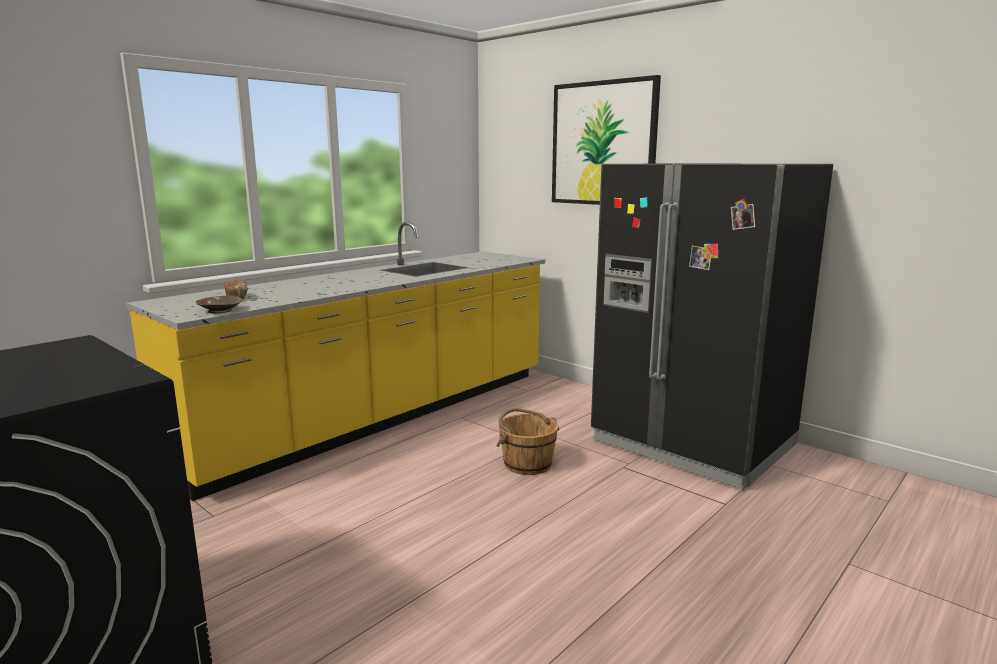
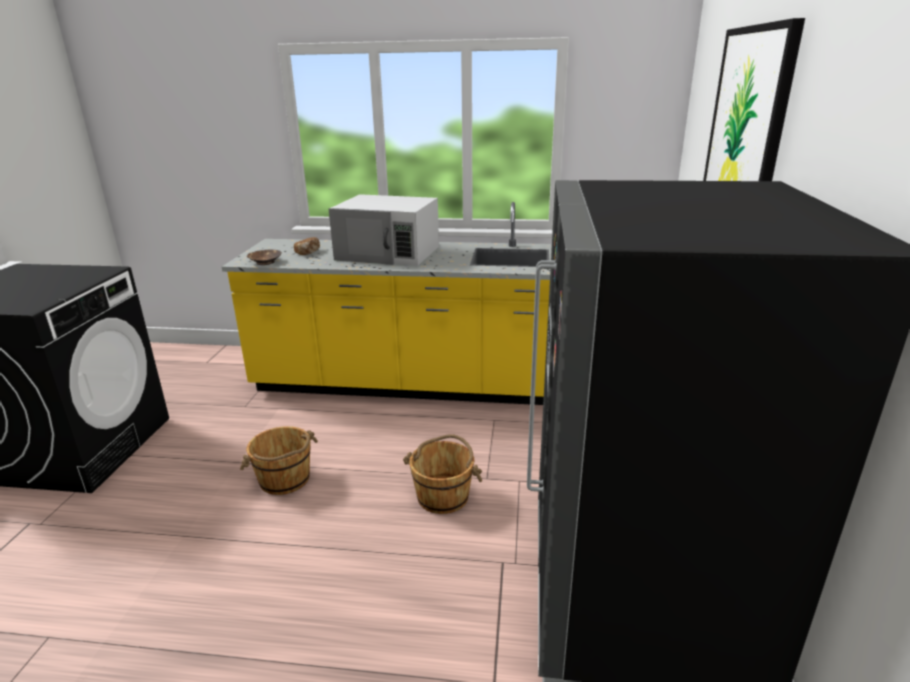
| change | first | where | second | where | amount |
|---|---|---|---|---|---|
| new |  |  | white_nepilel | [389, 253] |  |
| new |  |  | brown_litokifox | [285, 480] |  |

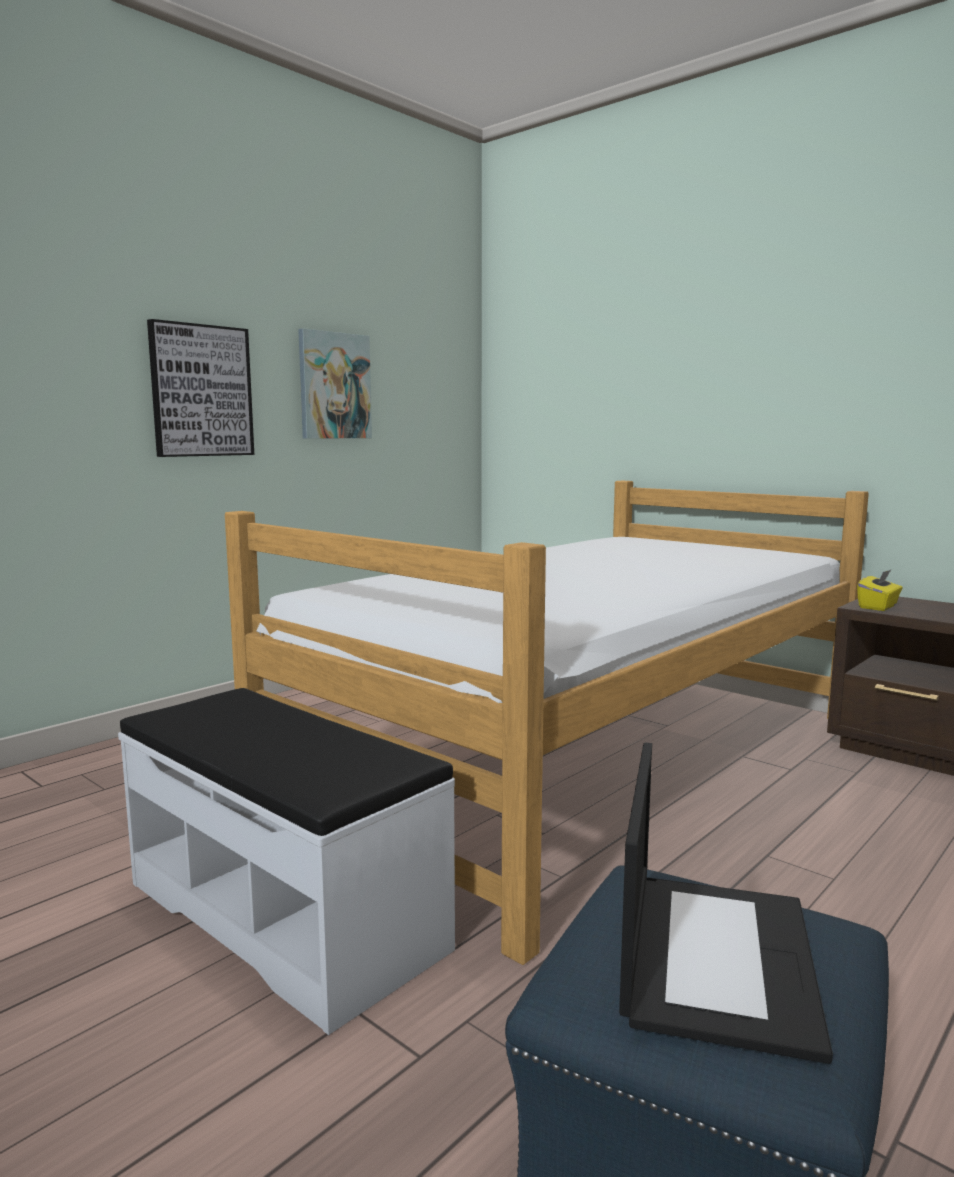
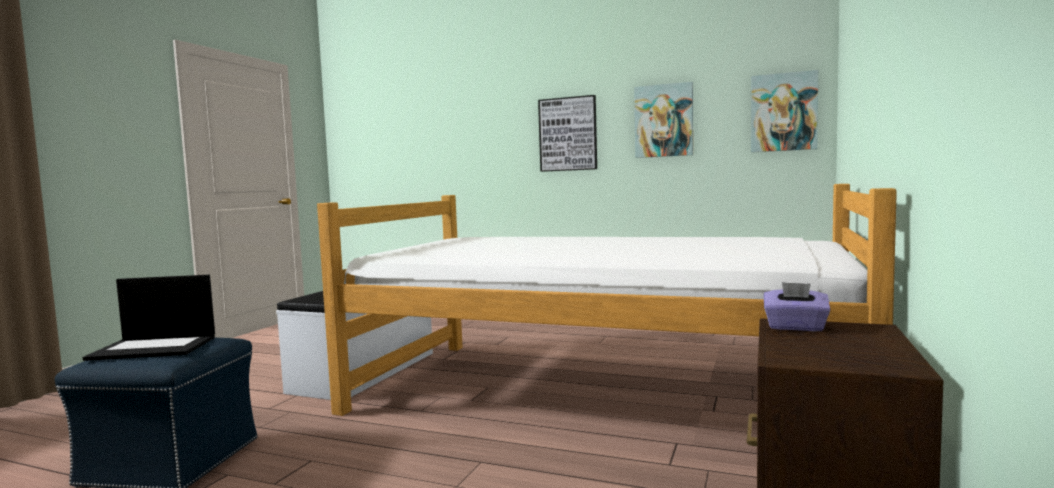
| change | first | where | second | where | amount |
|---|---|---|---|---|---|
| repainted | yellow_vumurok | [878, 607] | purple_vumurok | [795, 327] |  |
| new |  |  | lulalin | [783, 112] |  |

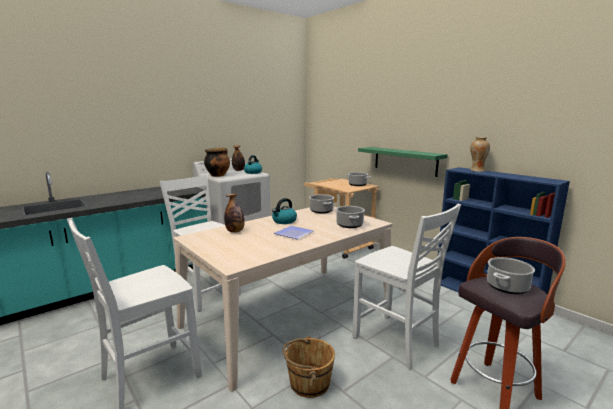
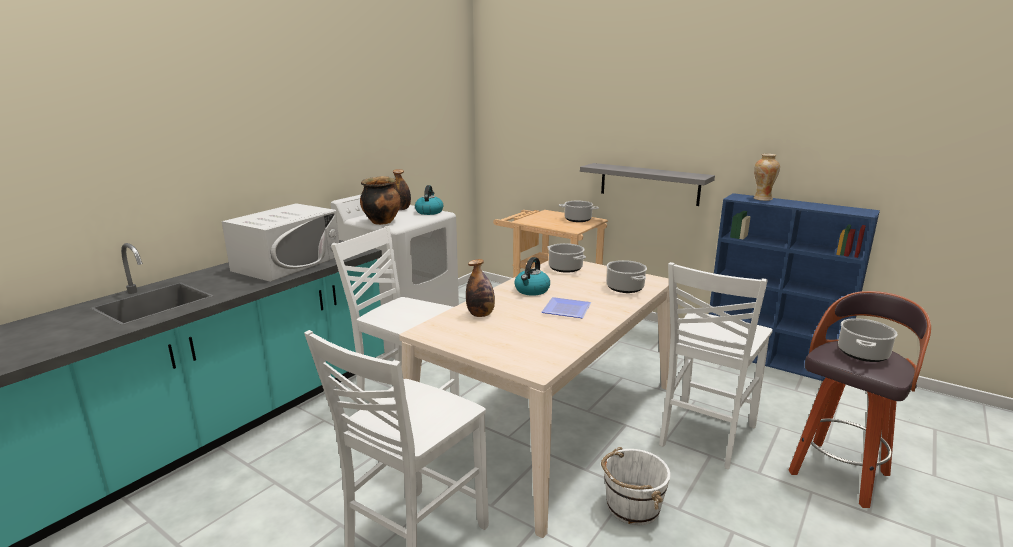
| change | first | where | second | where | amount |
|---|---|---|---|---|---|
| repainted | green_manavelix | [405, 161] | grey_manavelix | [649, 184] |  |
| rotated | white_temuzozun | [397, 342] |  | [704, 436] | 90 degrees clockwise |
| repainted | brown_litokifox | [308, 382] | white_litokifox | [631, 506] |  |
| new |  |  | white_nepilel | [287, 263] |  |

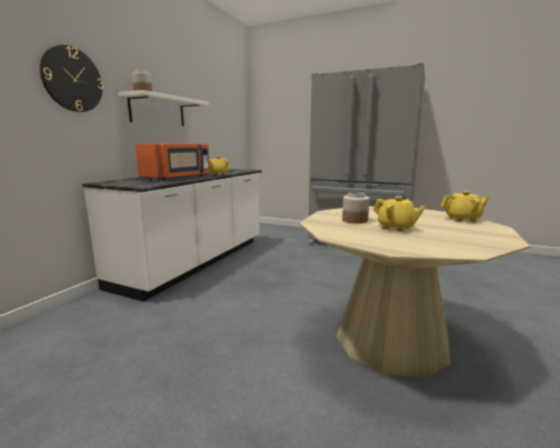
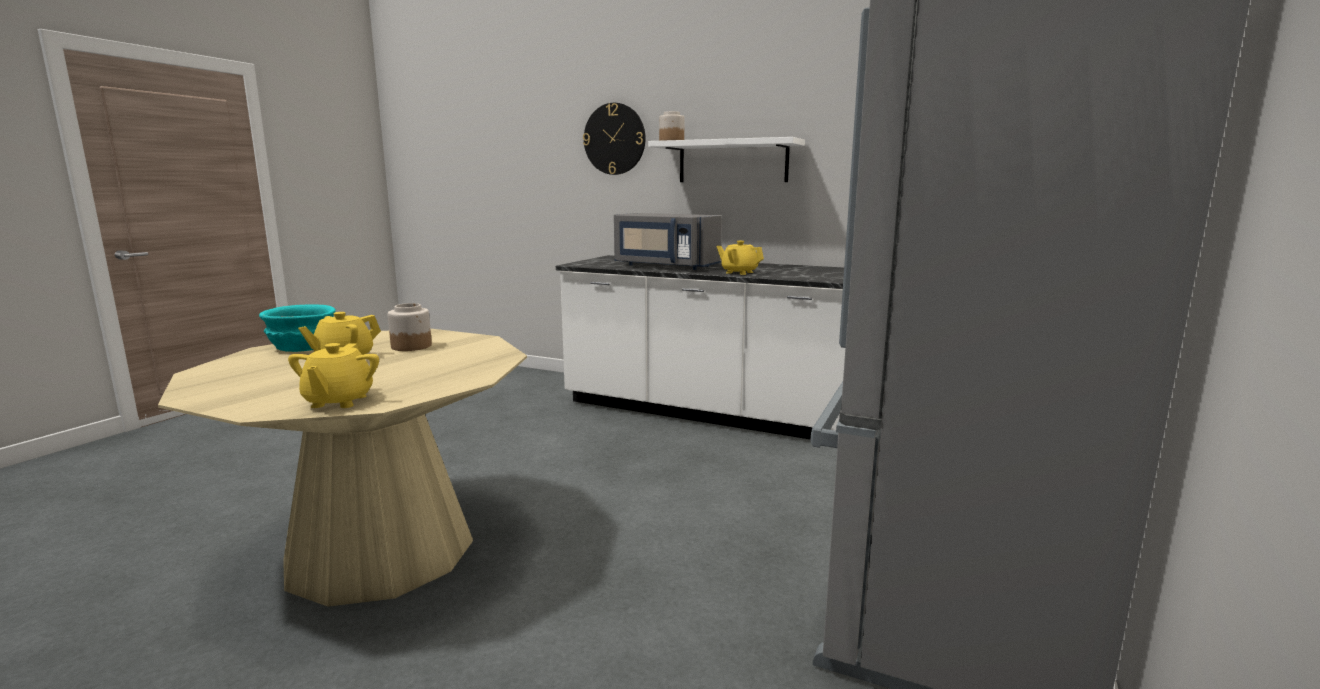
| change | first | where | second | where | amount |
|---|---|---|---|---|---|
| repainted | orange_nepilel | [178, 178] | grey_nepilel | [665, 266] |  |
| new |  |  | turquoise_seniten | [303, 346] |  |

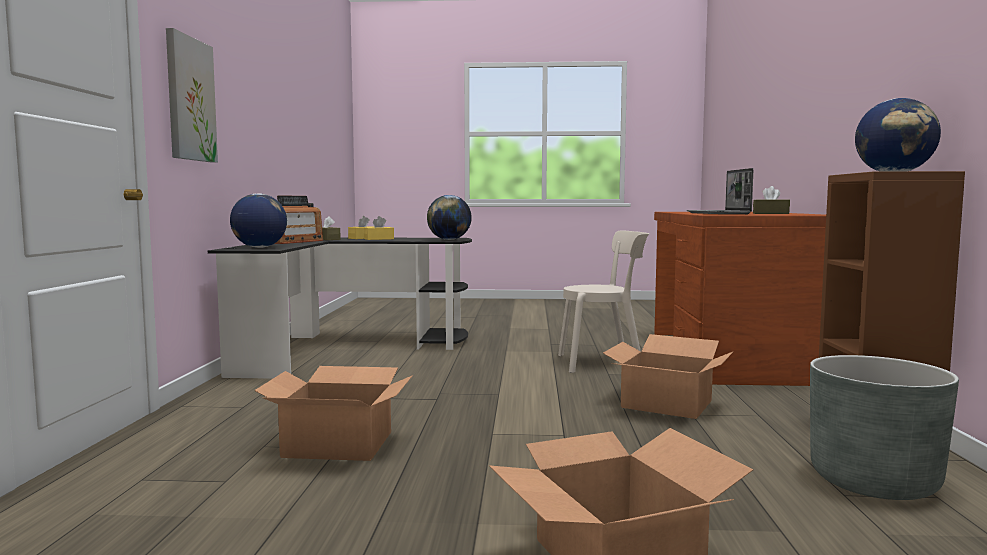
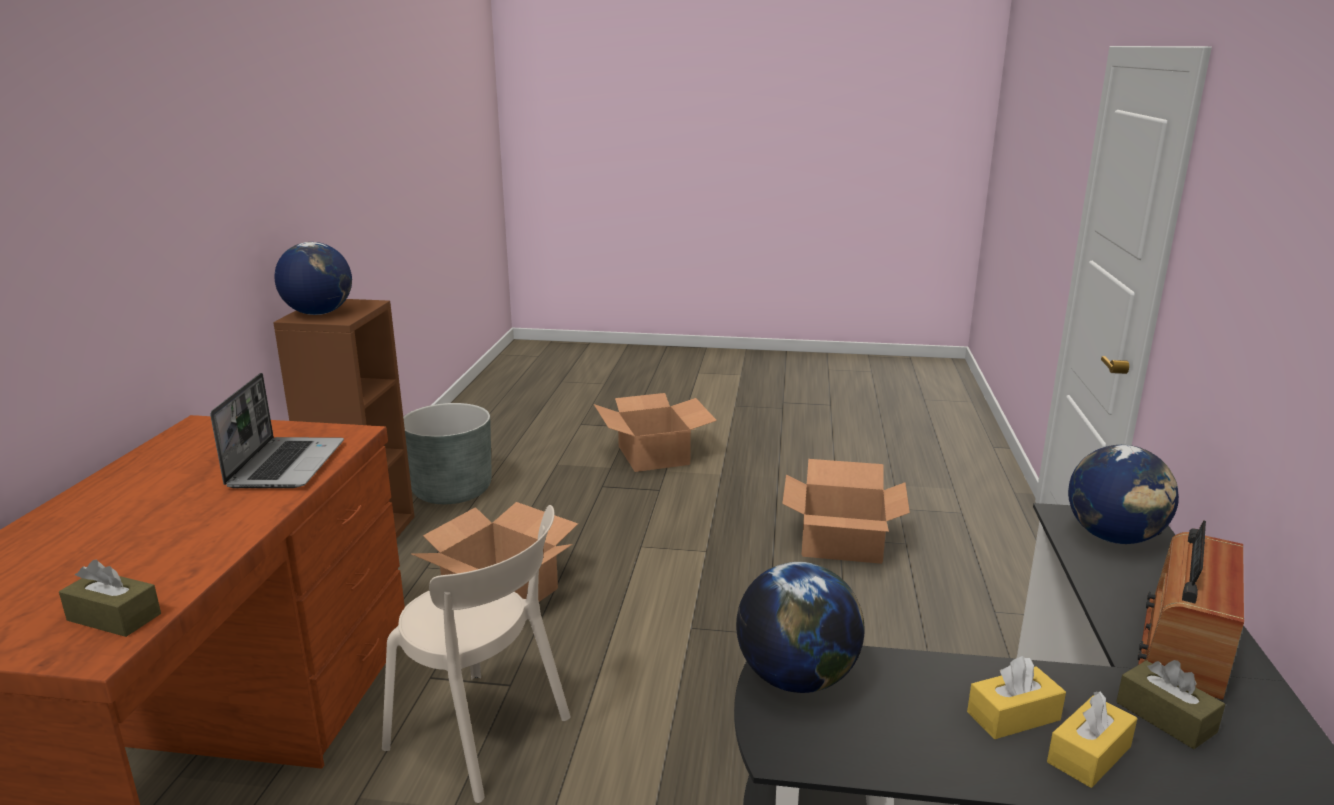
| change | first | where | second | where | amount |
|---|---|---|---|---|---|
| gone | lulalin | [190, 99] |  |  |  |
| shifted | brown_vumurok | [770, 213] |  | [114, 617] |  |
| rotated | beige_temuzozun | [604, 363] |  | [484, 736] | 150 degrees counterclockwise |

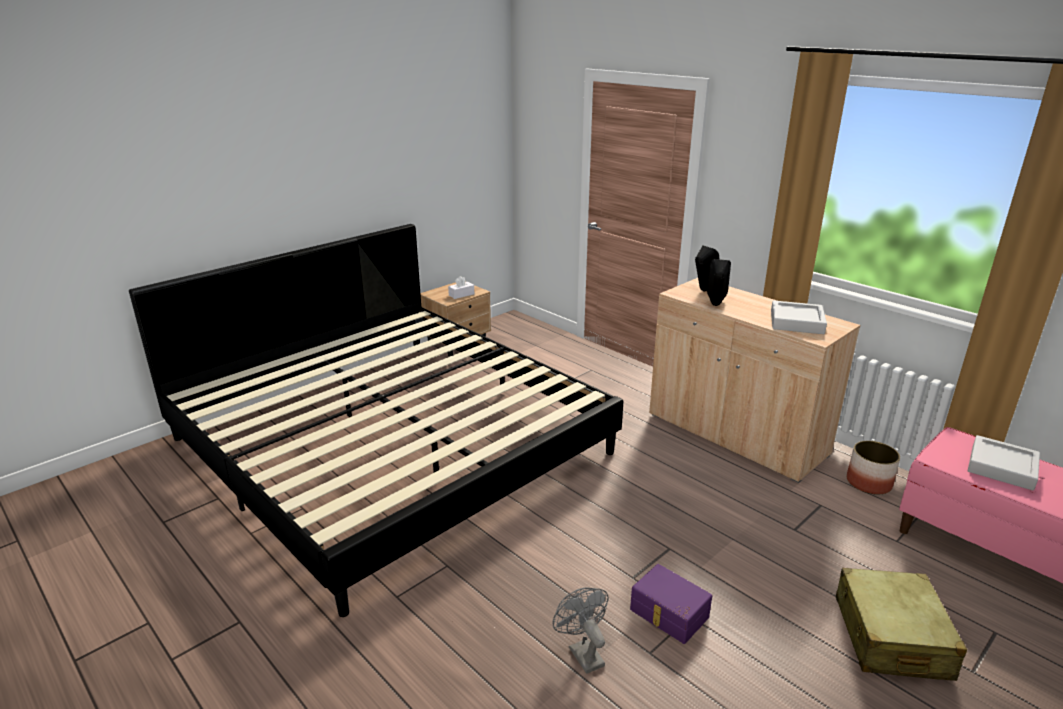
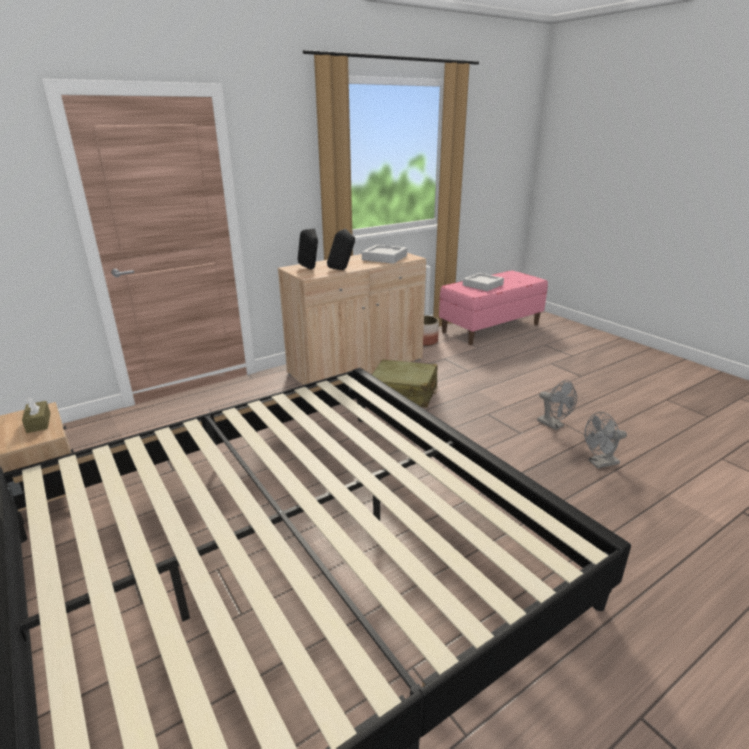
| change | first | where | second | where | amount |
|---|---|---|---|---|---|
| repainted | white_vumurok | [461, 294] | brown_vumurok | [38, 422] |  |
| swapped | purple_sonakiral | [668, 614] | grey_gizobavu | [554, 425] |  |
| shifted | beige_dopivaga | [890, 637] |  | [403, 394] |  |

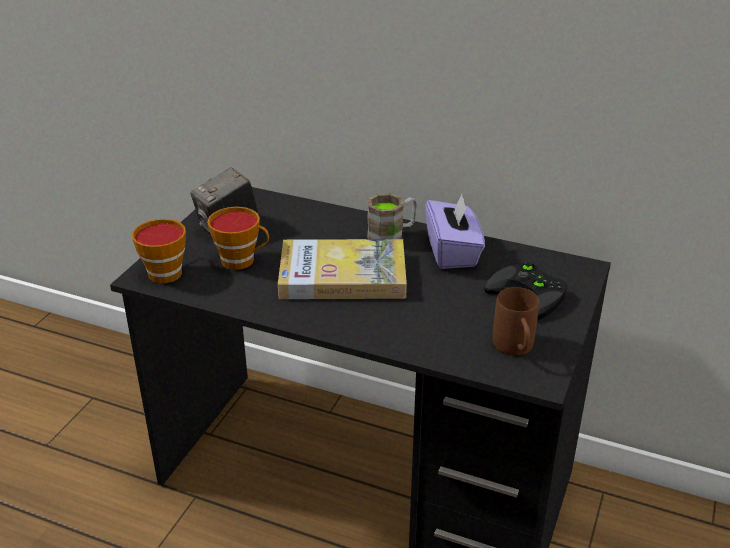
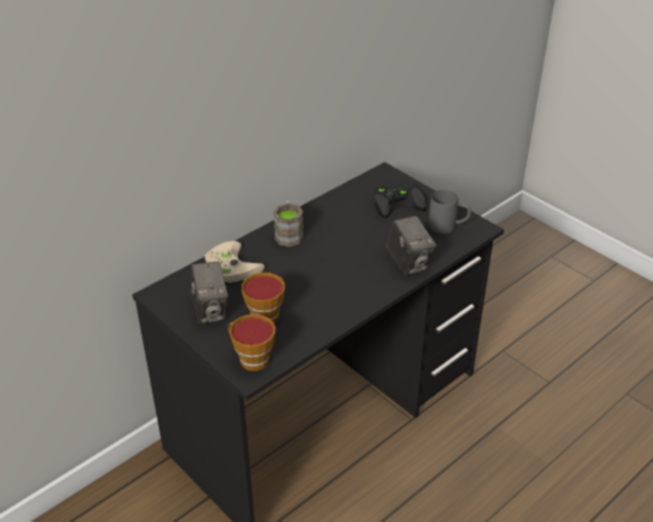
| change | first | where | second | where | amount |
|---|---|---|---|---|---|
| gone | purple_vumurok | [452, 252] |  |  |  |
| gone | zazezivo | [342, 275] |  |  |  |
| repainted | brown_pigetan | [515, 349] | grey_pigetan | [448, 227] |  |
| new |  |  | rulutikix | [409, 263] |  |
| new |  |  | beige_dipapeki | [230, 266] |  |

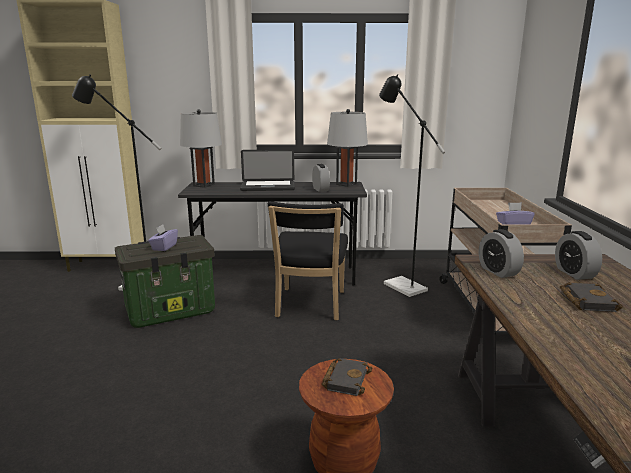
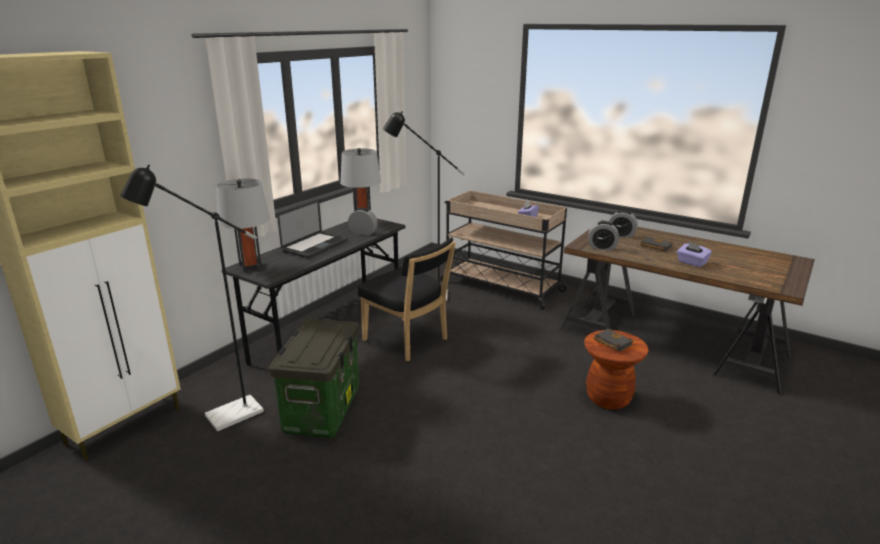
| change | first | where | second | where | amount |
|---|---|---|---|---|---|
| shifted | purple_vumurok | [164, 247] |  | [691, 263] |  |

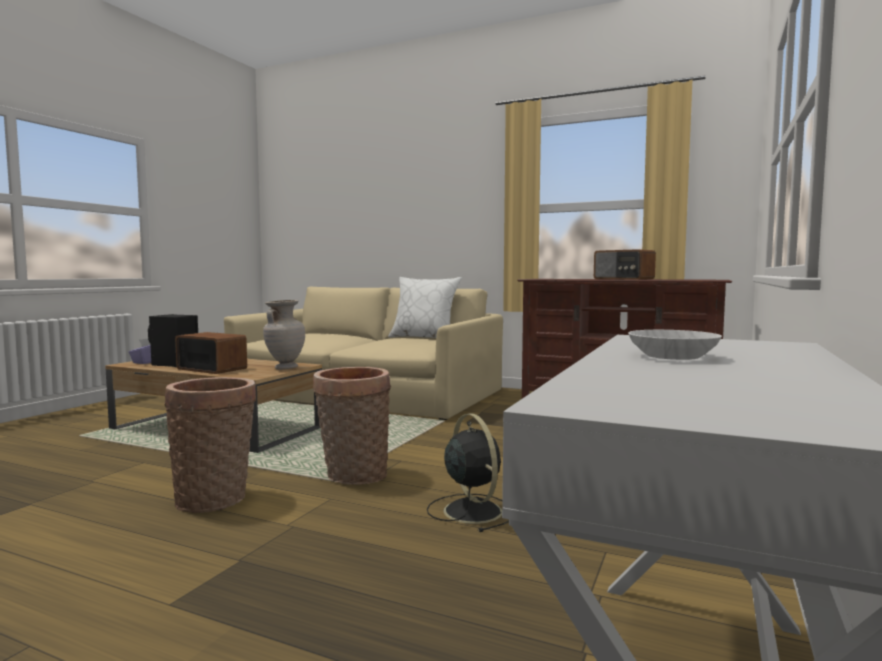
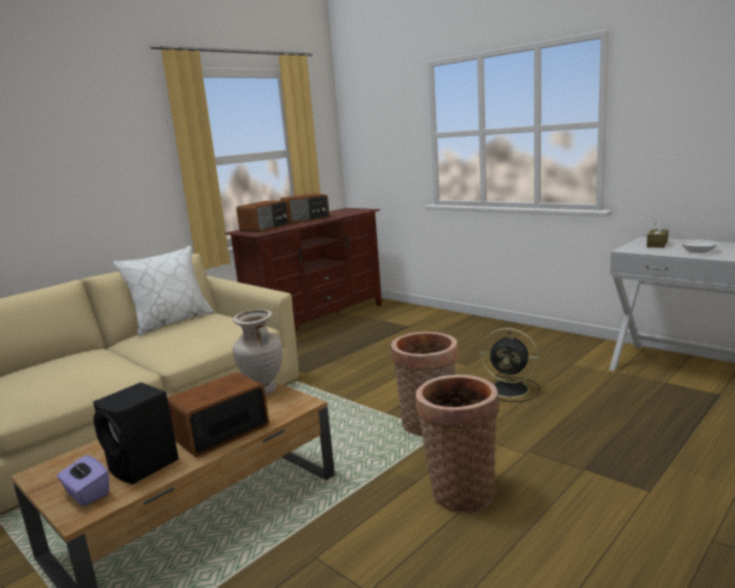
| change | first | where | second | where | amount |
|---|---|---|---|---|---|
| rotated | black_gizobavu | [471, 510] |  | [511, 389] | 150 degrees counterclockwise |
| new |  |  | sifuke | [265, 228] |  |
| new |  |  | brown_vumurok | [657, 244] |  |

